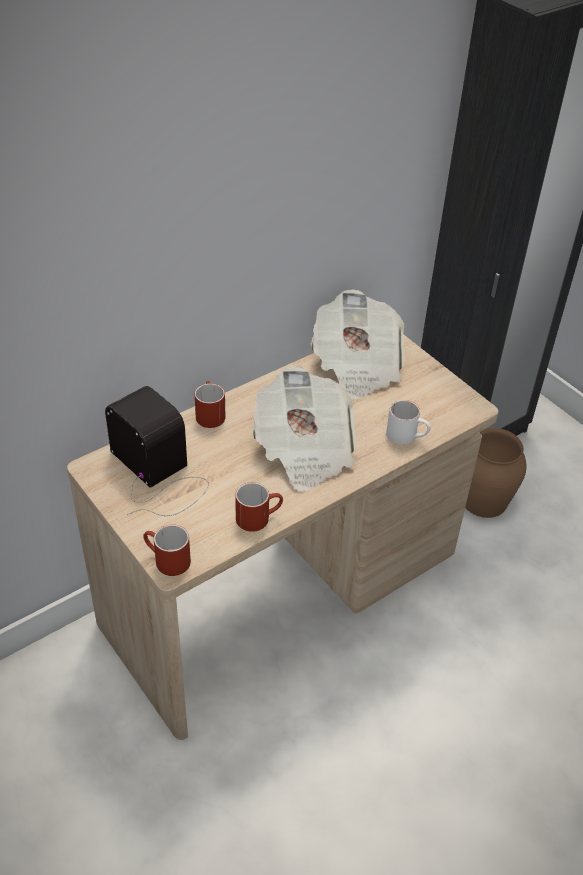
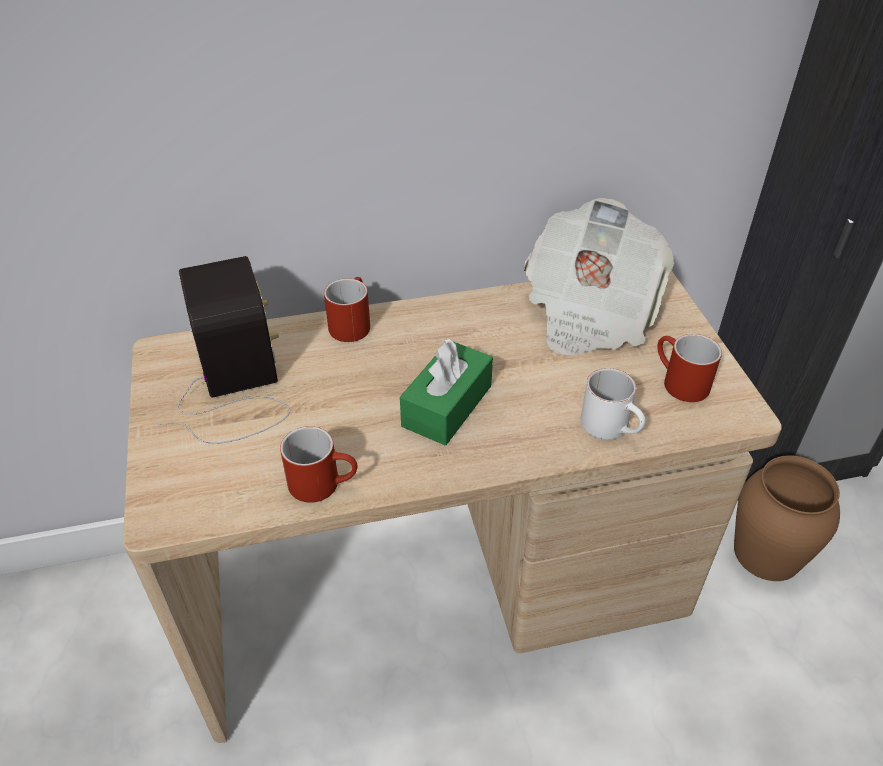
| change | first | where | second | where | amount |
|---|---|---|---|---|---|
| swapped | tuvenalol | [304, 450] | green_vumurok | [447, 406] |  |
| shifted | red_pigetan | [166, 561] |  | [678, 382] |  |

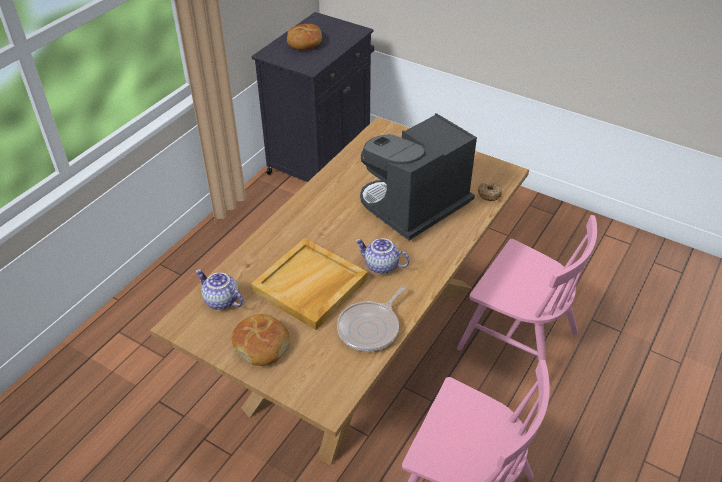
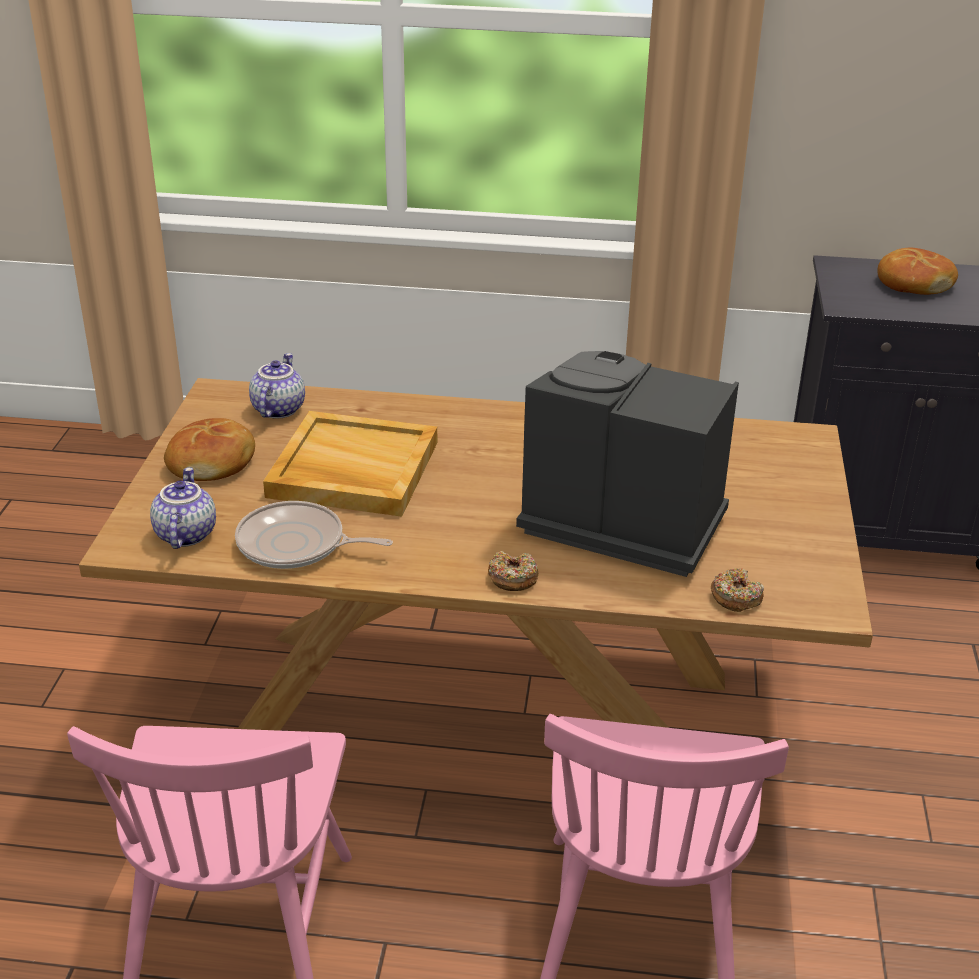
| change | first | where | second | where | amount |
|---|---|---|---|---|---|
| shifted | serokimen | [381, 266] |  | [184, 534] |  |
| new |  |  | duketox | [512, 578] |  |

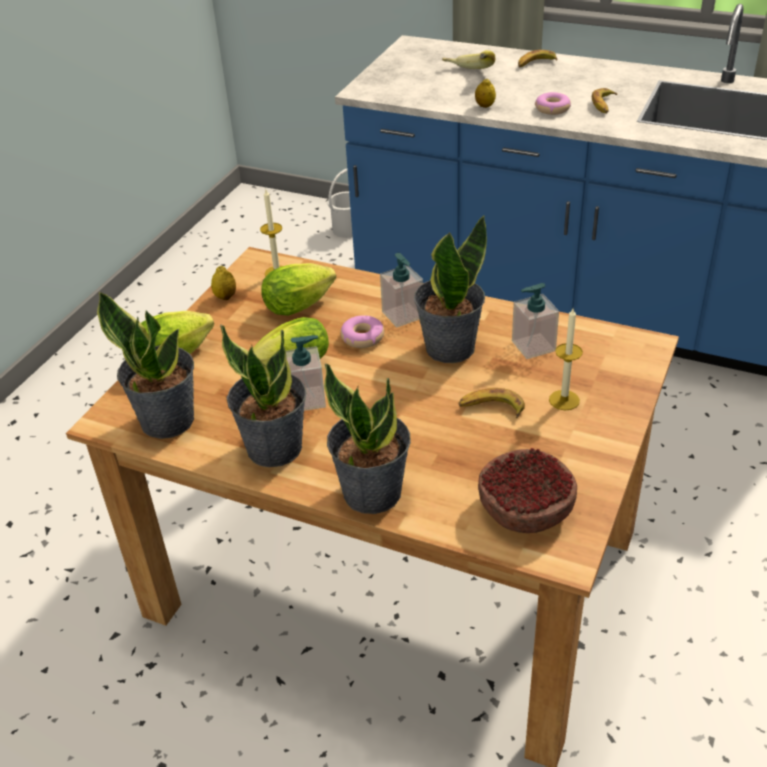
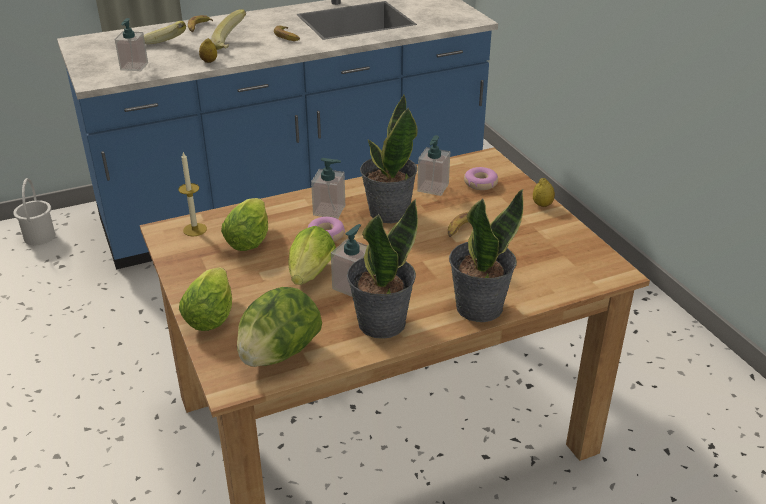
| change | first | where | second | where | amount |
|---|---|---|---|---|---|
| shifted | duketox | [552, 109] |  | [480, 183] |  |
| shifted | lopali | [225, 297] |  | [542, 205] |  |
| swapped | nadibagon | [168, 420] | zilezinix | [279, 354] |  |
| gone | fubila | [564, 400] |  |  |  |
| gone | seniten | [524, 508] |  |  |  |
| new |  |  | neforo | [232, 45] |  |
| new |  |  | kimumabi | [134, 66] |  |

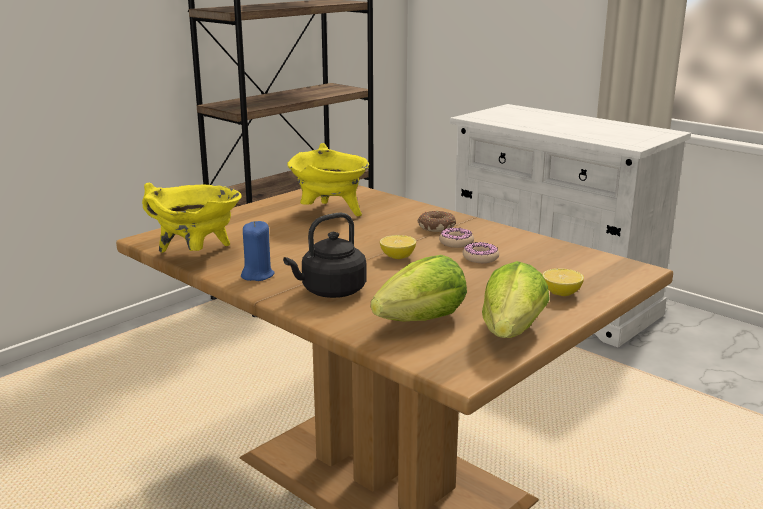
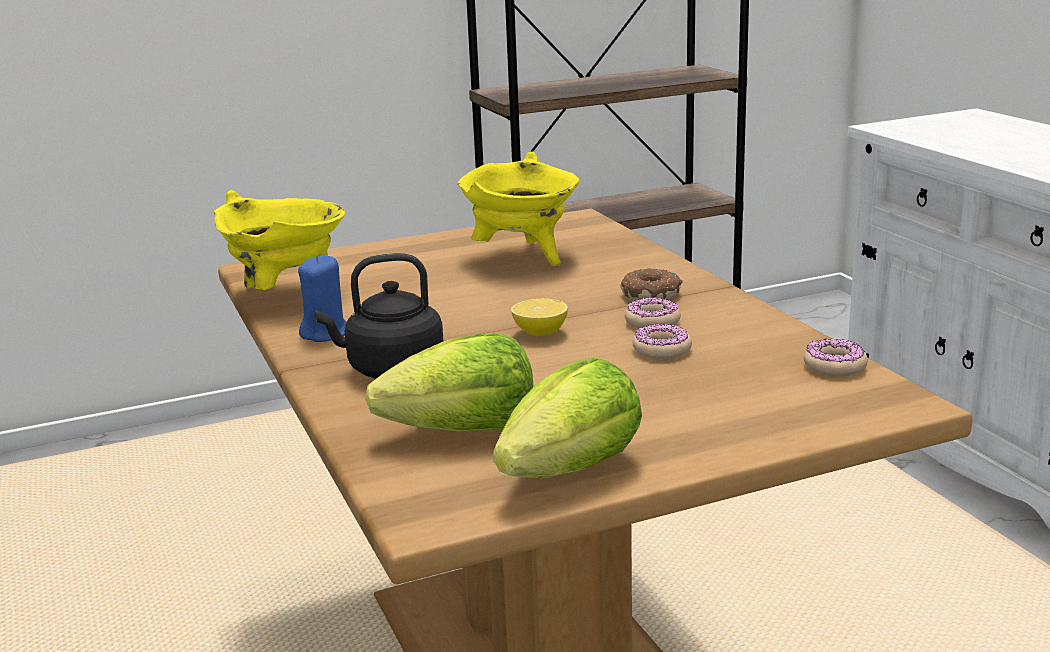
| change | first | where | second | where | amount |
|---|---|---|---|---|---|
| gone | lopali | [561, 293] |  |  |  |
| new |  |  | duketox | [834, 366] |  |

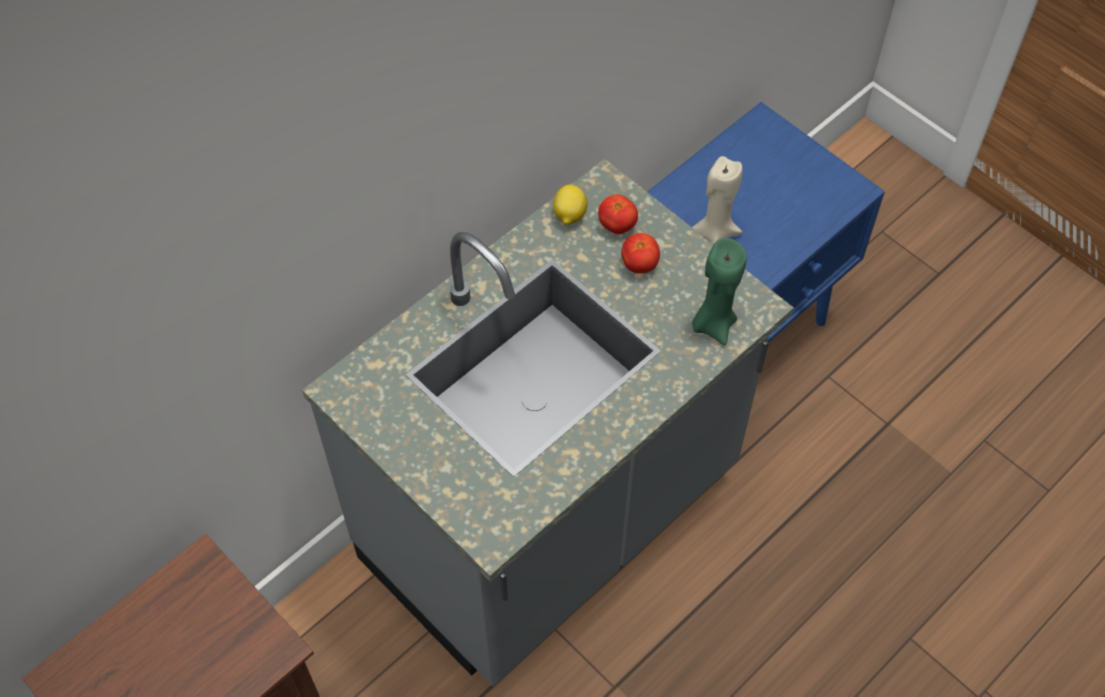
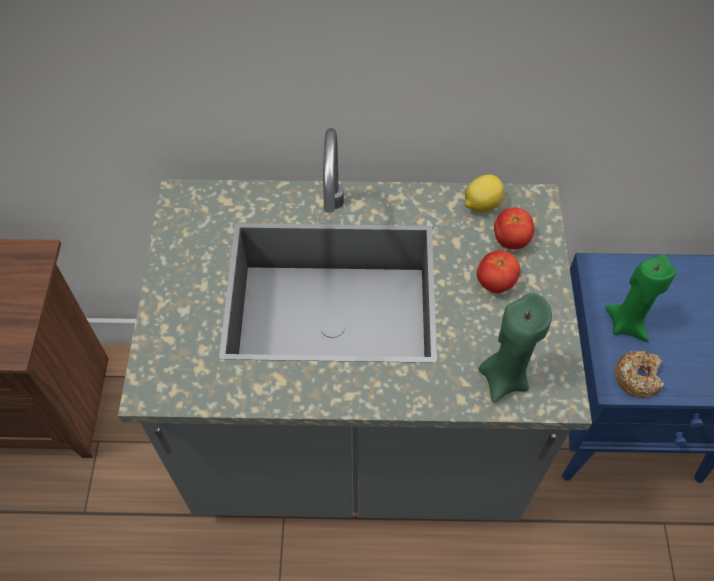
| change | first | where | second | where | amount |
|---|---|---|---|---|---|
| repainted | beige_fubila | [715, 231] | green_fubila | [626, 323] |  |
| new |  |  | duketox | [637, 377] |  |

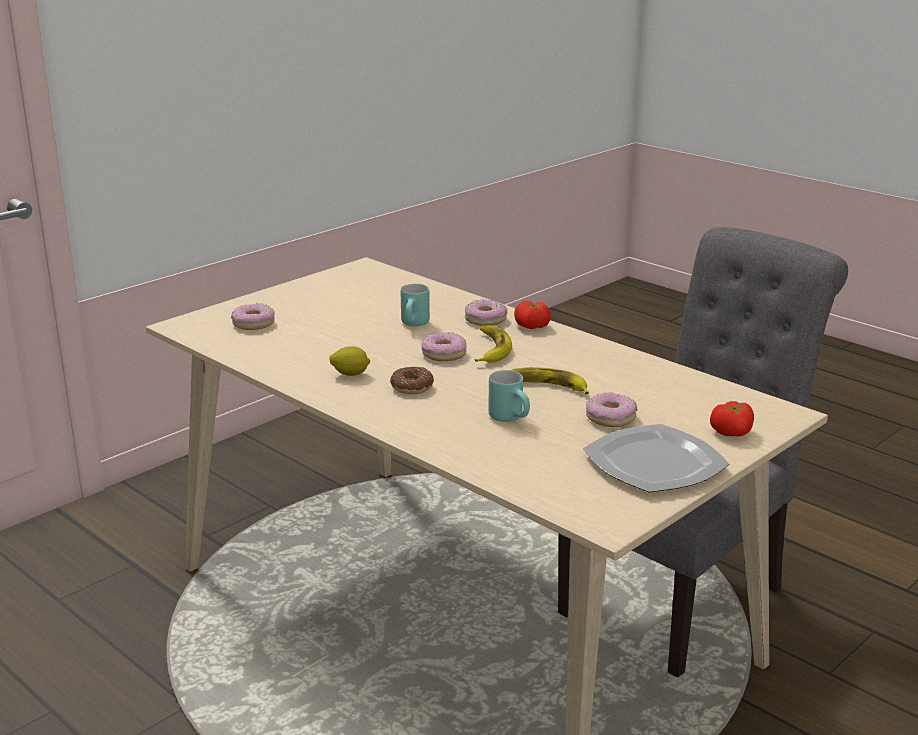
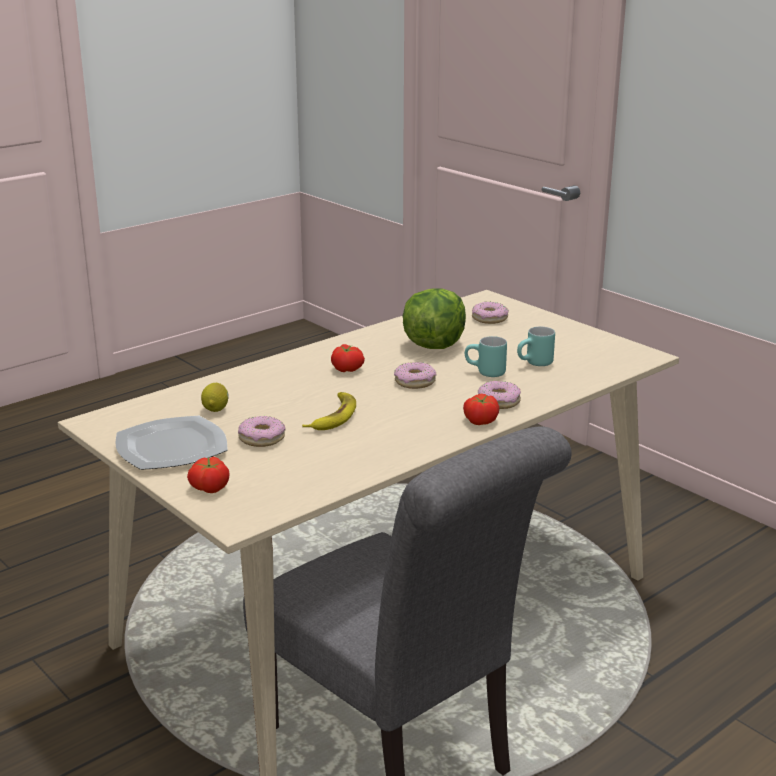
| change | first | where | second | where | amount |
|---|---|---|---|---|---|
| gone | neforo | [490, 349] |  |  |  |
| shifted | lopali | [350, 374] |  | [216, 409] |  |
| swapped | duketox | [412, 387] | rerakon | [347, 369] |  |
| shifted | turquoise_pigetan | [512, 418] |  | [535, 364] |  |
| new |  |  | zilezinix | [433, 345] |  |

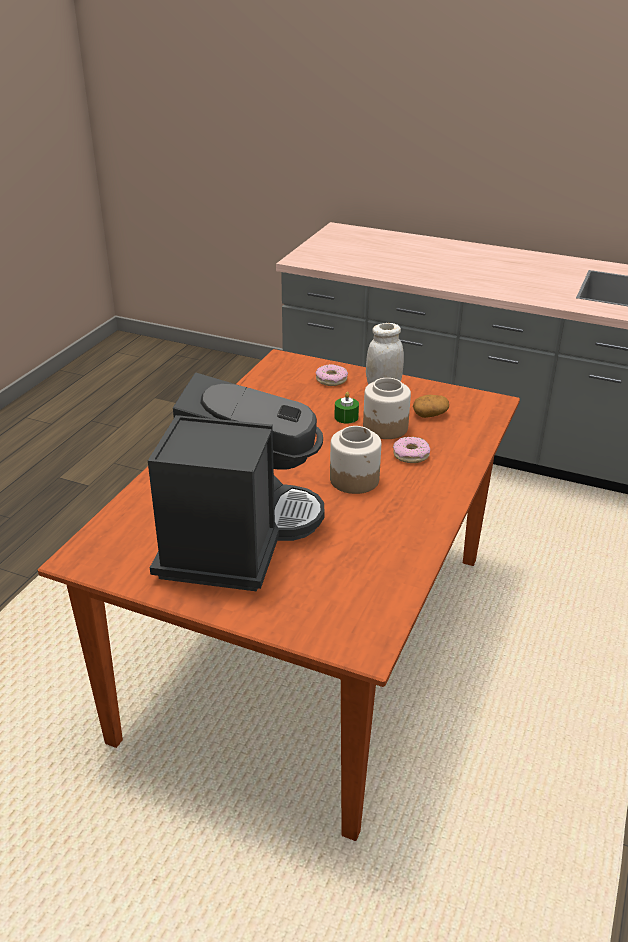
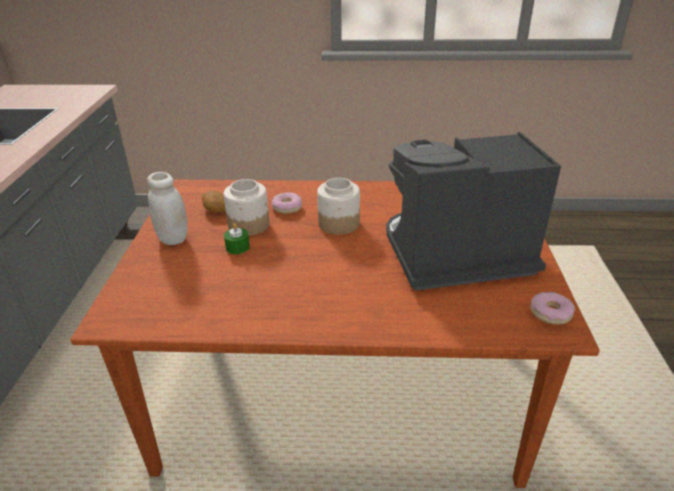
| change | first | where | second | where | amount |
|---|---|---|---|---|---|
| shifted | duketox | [331, 380] |  | [550, 313] |  |

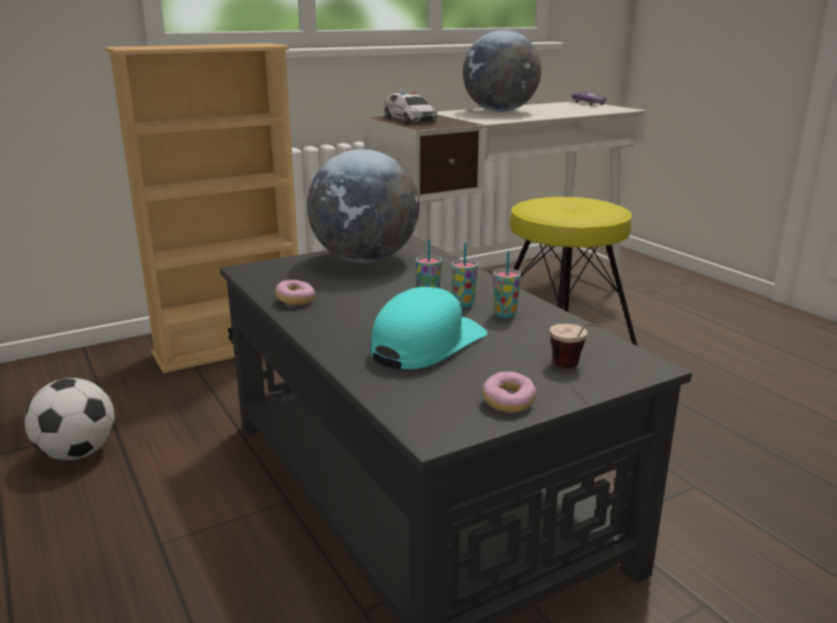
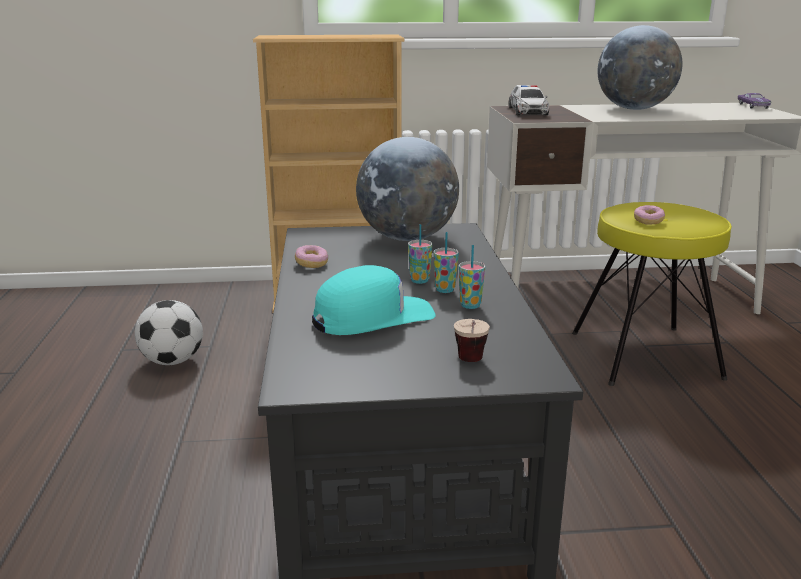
| change | first | where | second | where | amount |
|---|---|---|---|---|---|
| shifted | duketox | [508, 403] |  | [648, 221] |  |

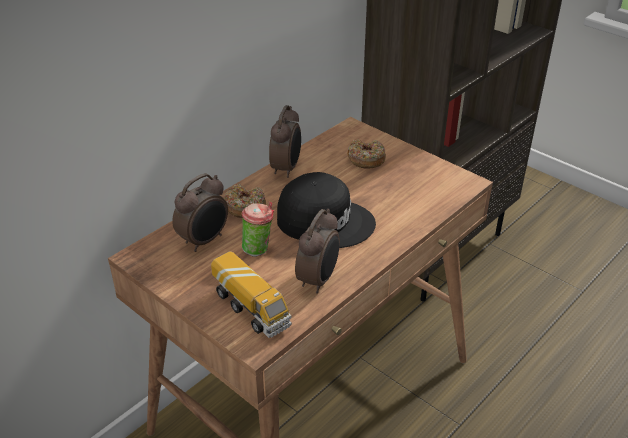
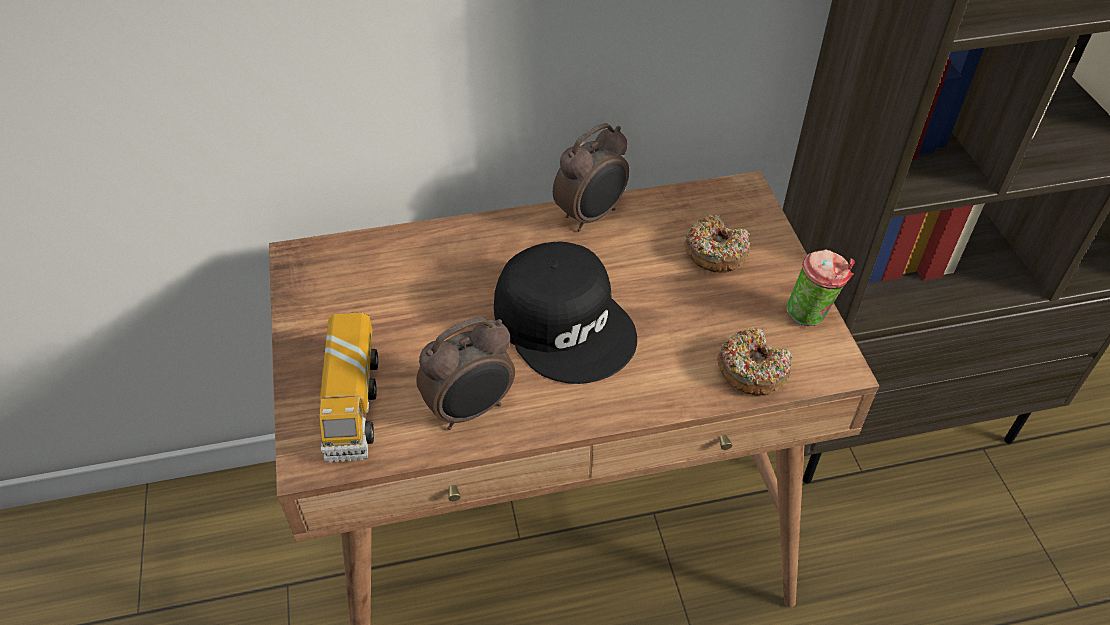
| change | first | where | second | where | amount |
|---|---|---|---|---|---|
| gone | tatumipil | [205, 240] |  |  |  |
| shifted | duketox | [244, 207] |  | [752, 370] |  |
| shifted | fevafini | [259, 248] |  | [811, 314] |  |

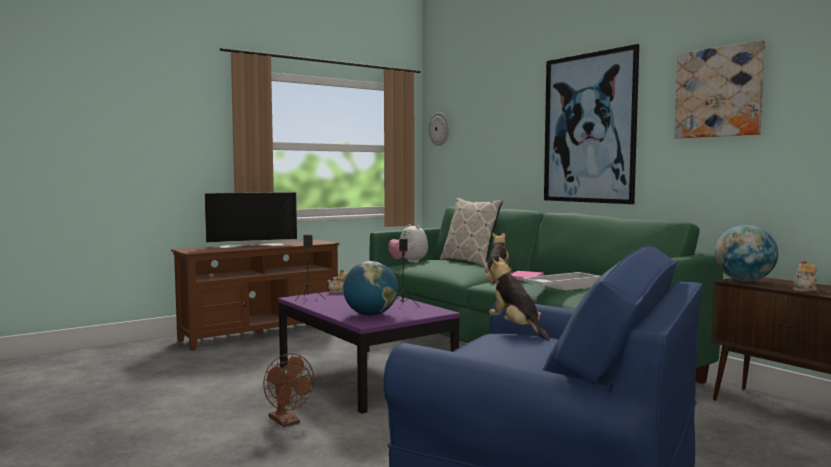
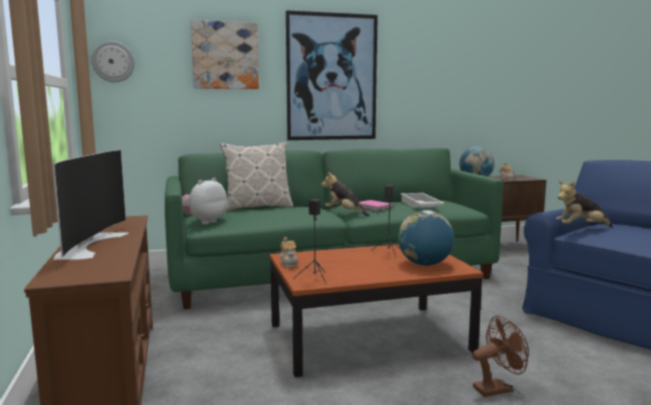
| change | first | where | second | where | amount |
|---|---|---|---|---|---|
| shifted | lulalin | [718, 92] |  | [225, 55] |  |
| rotated | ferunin | [408, 262] |  | [204, 222] | 135 degrees clockwise |
| repainted | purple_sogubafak | [365, 377] | brown_sogubafak | [369, 337] |  |

